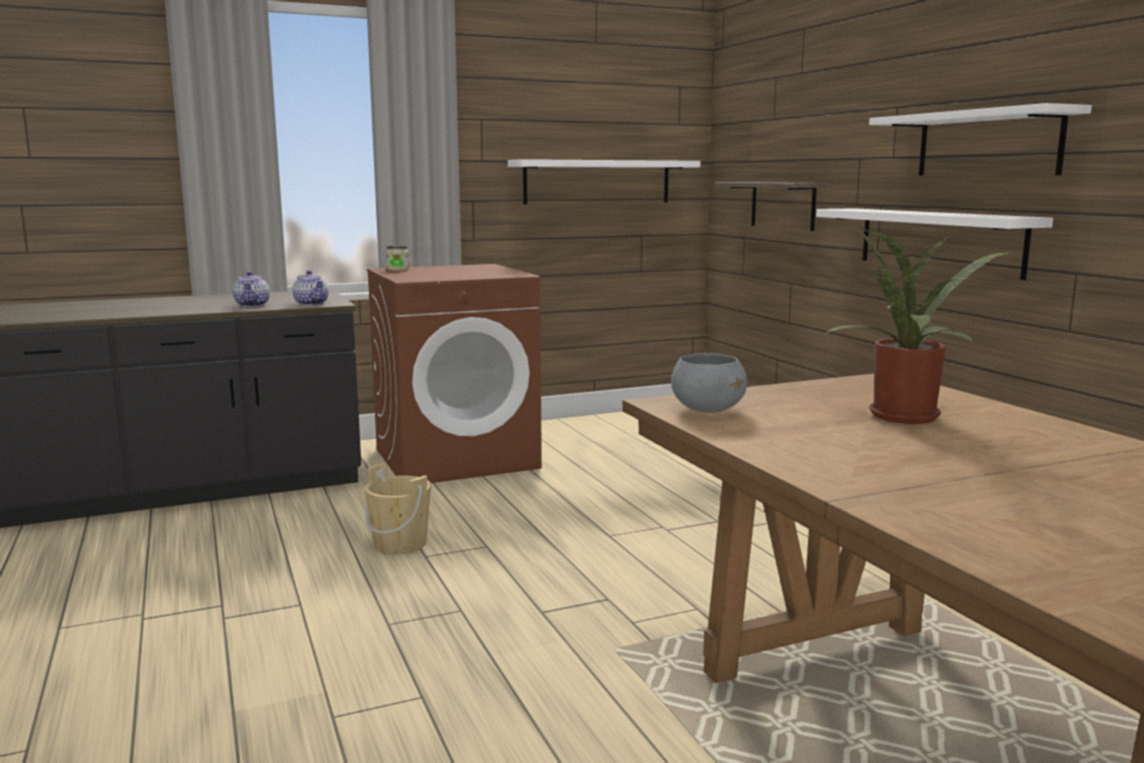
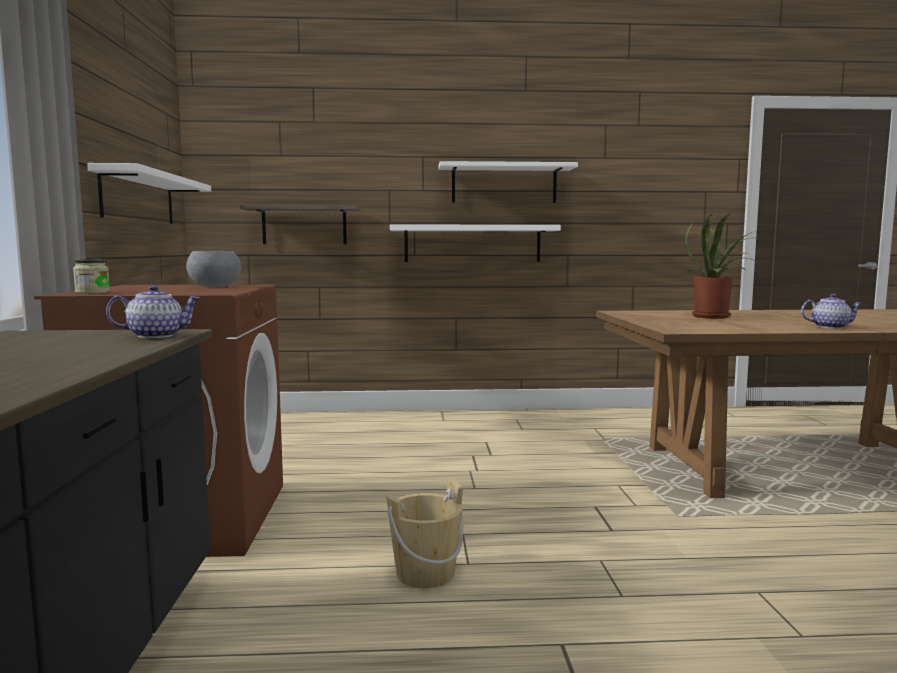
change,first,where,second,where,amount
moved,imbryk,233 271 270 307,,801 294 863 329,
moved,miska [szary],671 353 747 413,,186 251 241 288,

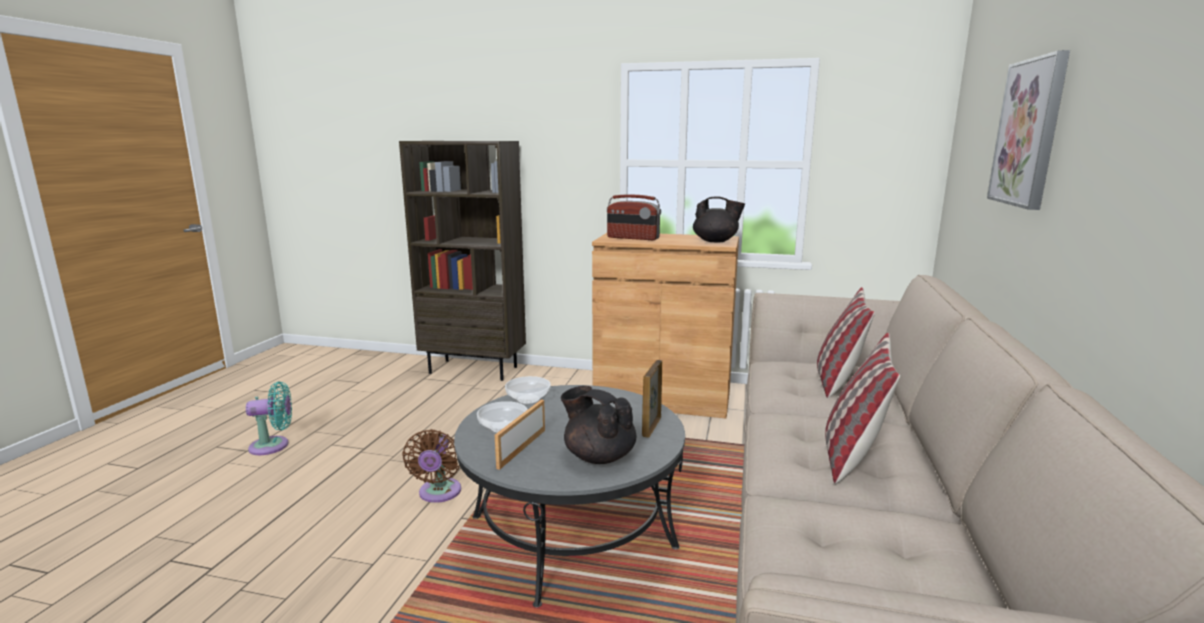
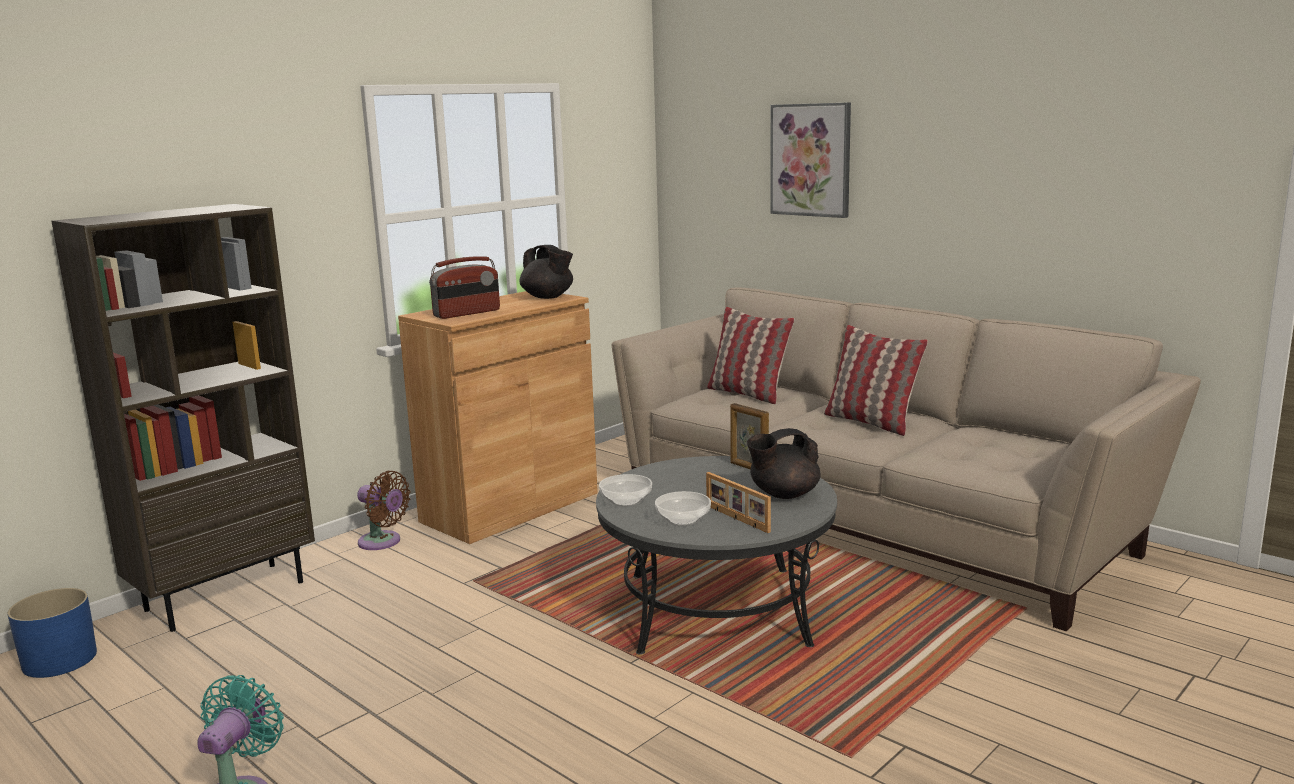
change,first,where,second,where,amount
moved,wentylator [brązowy],402 429 461 503,,357 471 411 550,
turned,imbryk [czarny],693 196 745 243,,519 245 573 299,90 degrees clockwise
added,,,donica [niebieski],7 588 97 678,

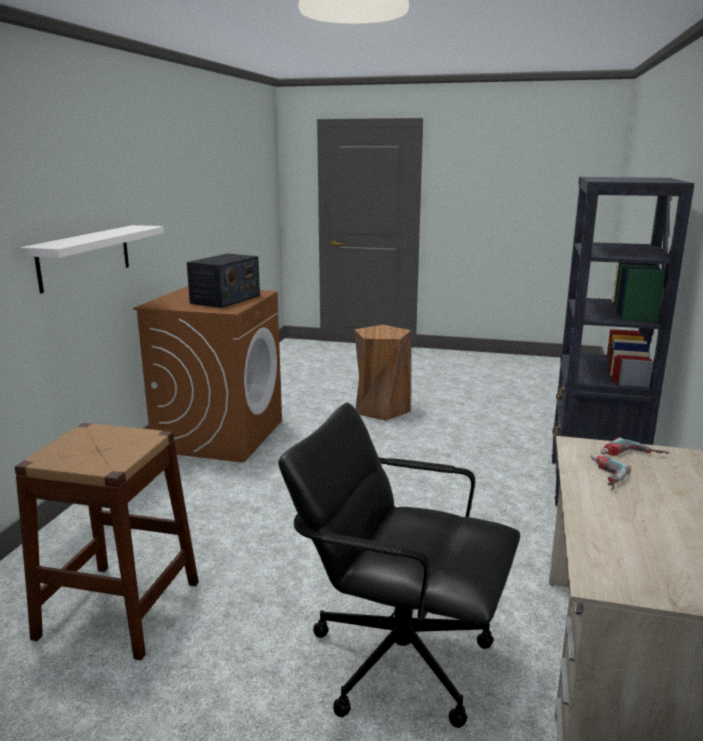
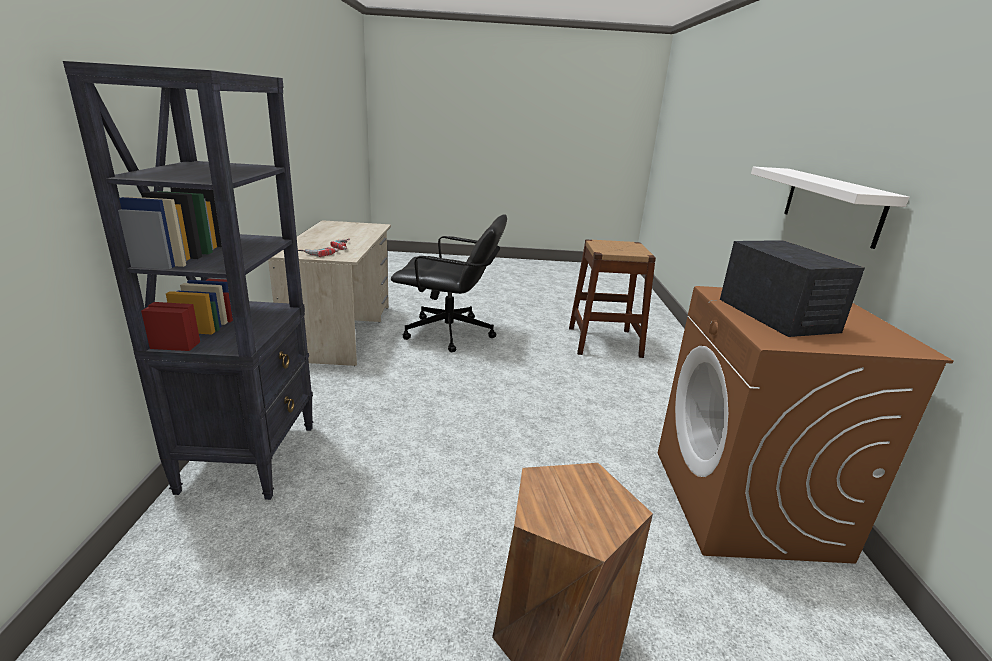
change,first,where,second,where,amount
turned,radio,187 253 260 308,,720 240 865 337,150 degrees clockwise

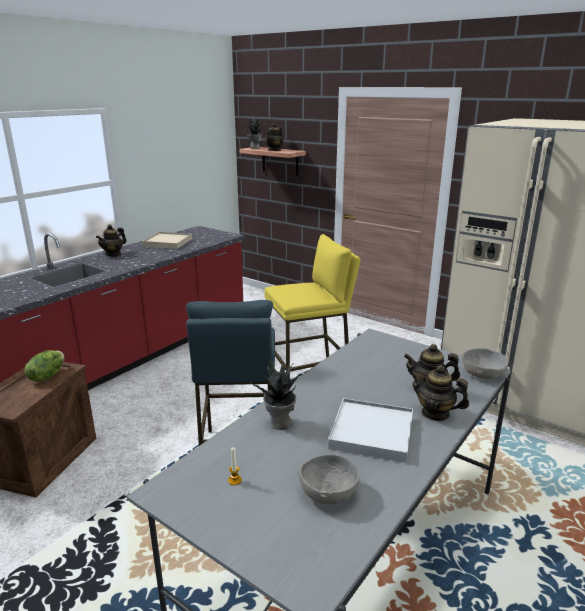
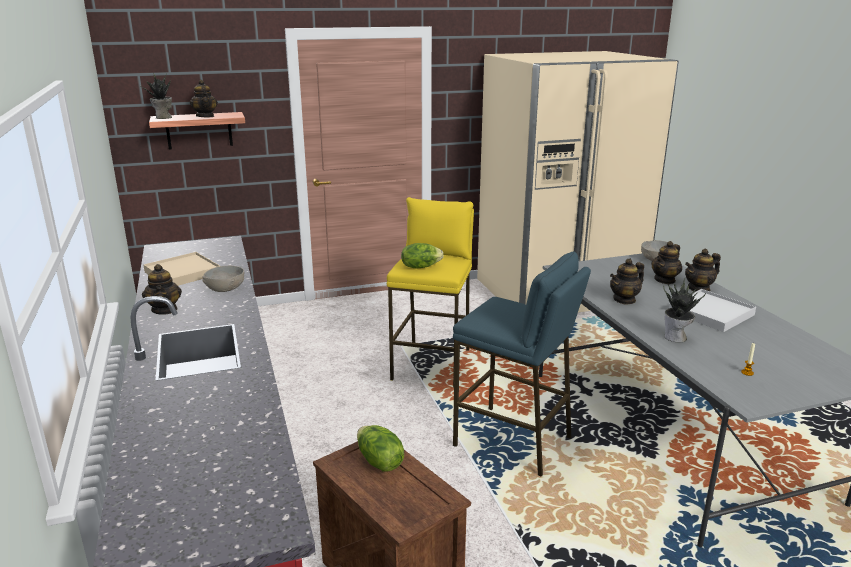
change,first,where,second,where,amount
moved,miska [szary],298 454 360 504,,202 266 244 292,
added,,,sałata,401 243 443 269,
added,,,imbryk,610 258 644 305,

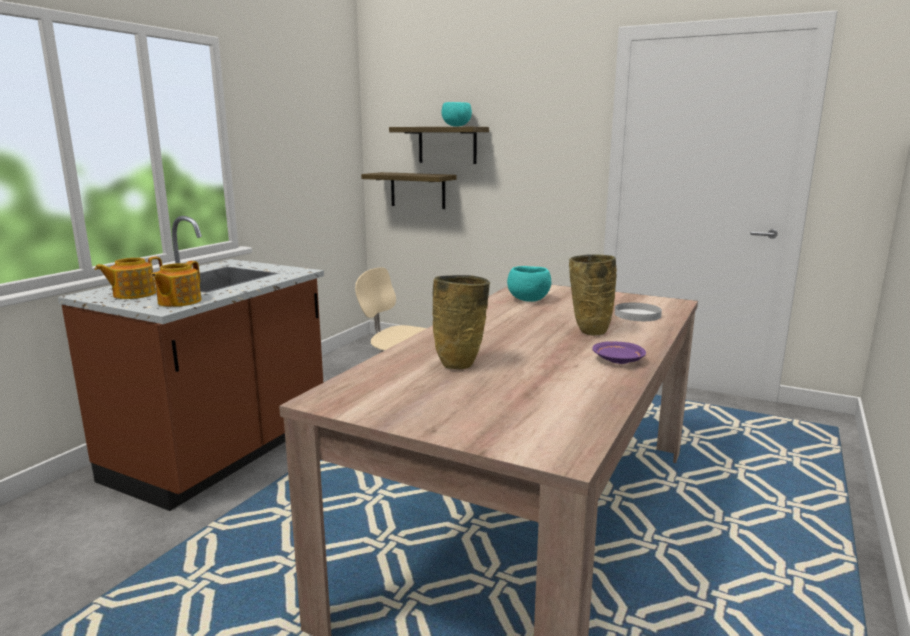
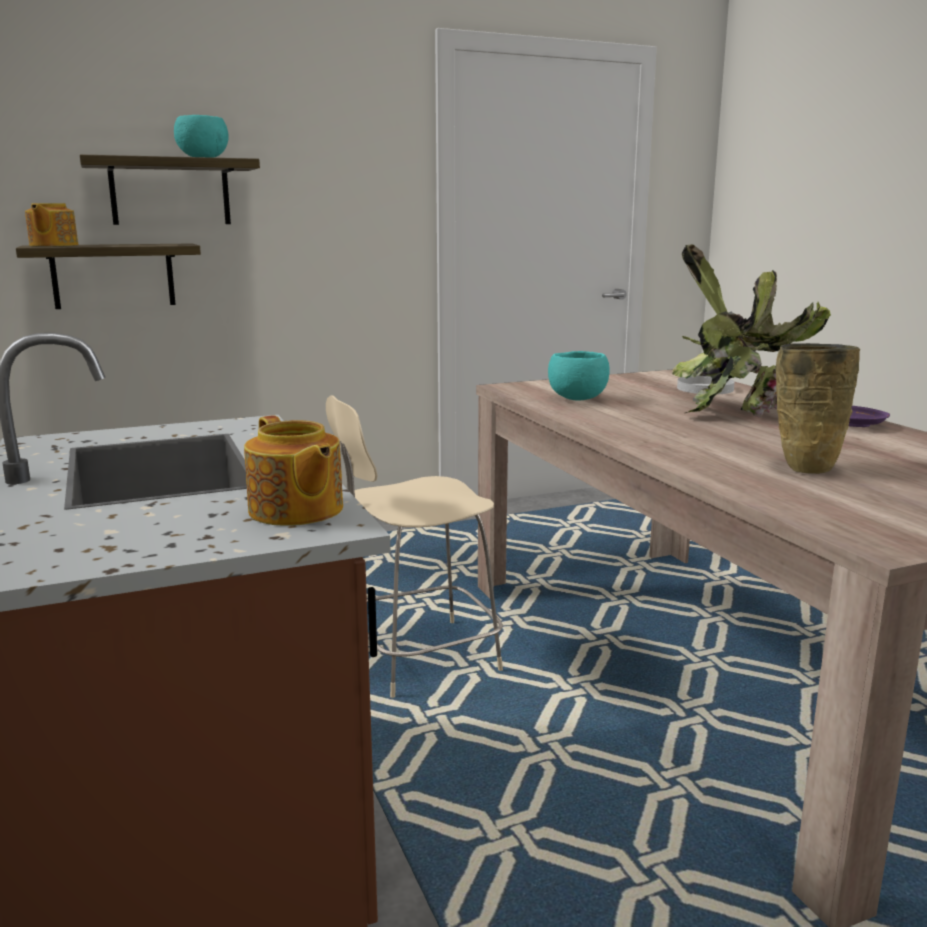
change,first,where,second,where,amount
moved,imbryk,95 257 163 299,,25 203 78 246,
replaced,wazon [beżowy],569 254 617 336,roślina doniczkowa,672 244 831 418,

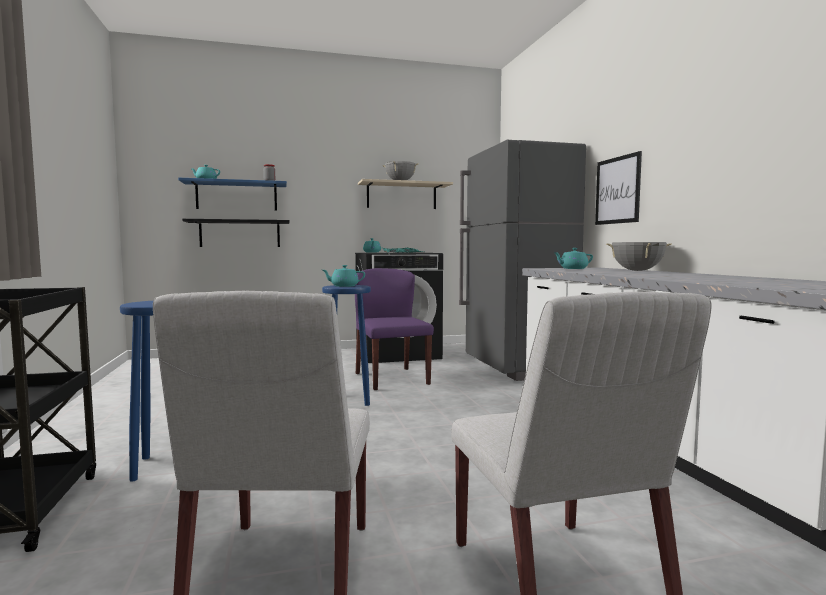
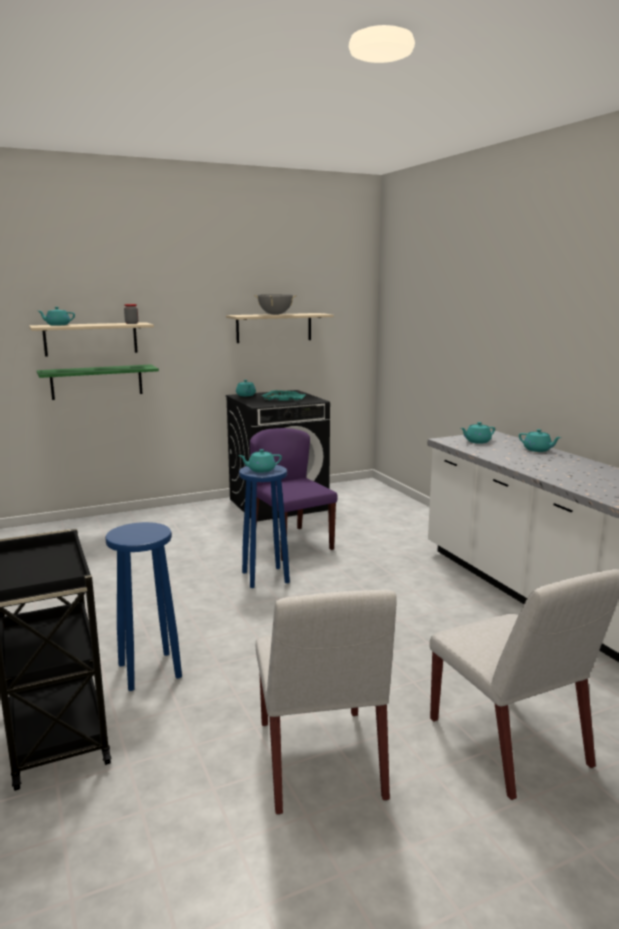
change,first,where,second,where,amount
recoloured,półka [niebieski],178 178 287 210,półka [beżowy],29 322 154 357,
recoloured,półka [czarny],182 219 290 247,półka [zielony],37 364 159 400,
removed,lodówka [szary],459 140 586 381,,,
removed,obraz,595 151 642 225,,,
replaced,garnek [szary],606 242 672 271,imbryk [turkusowy],519 429 562 452,

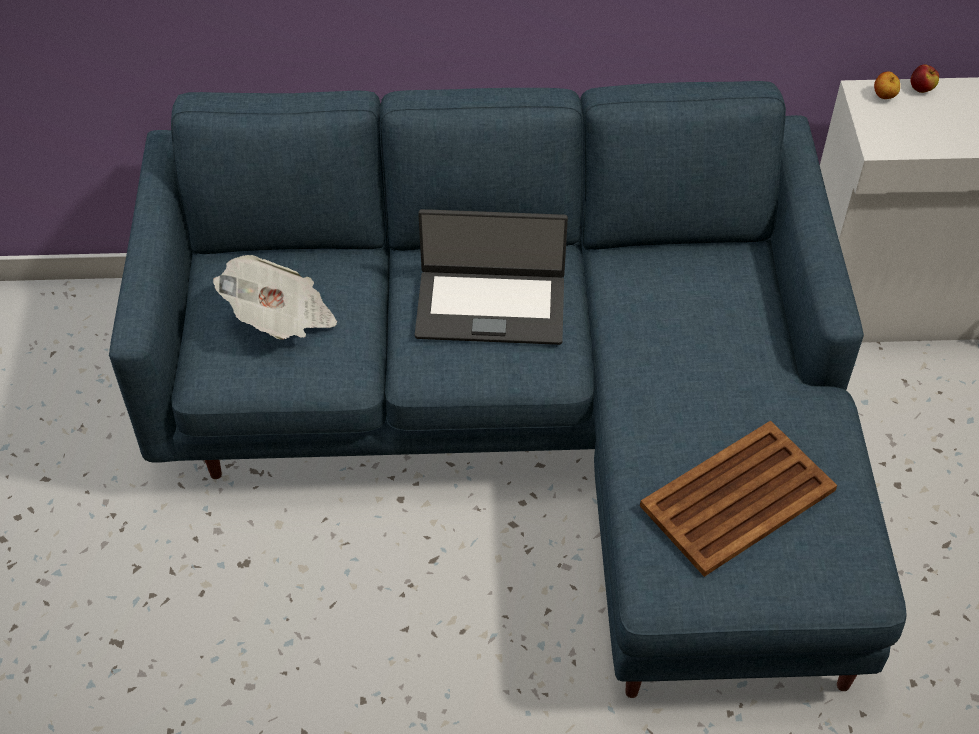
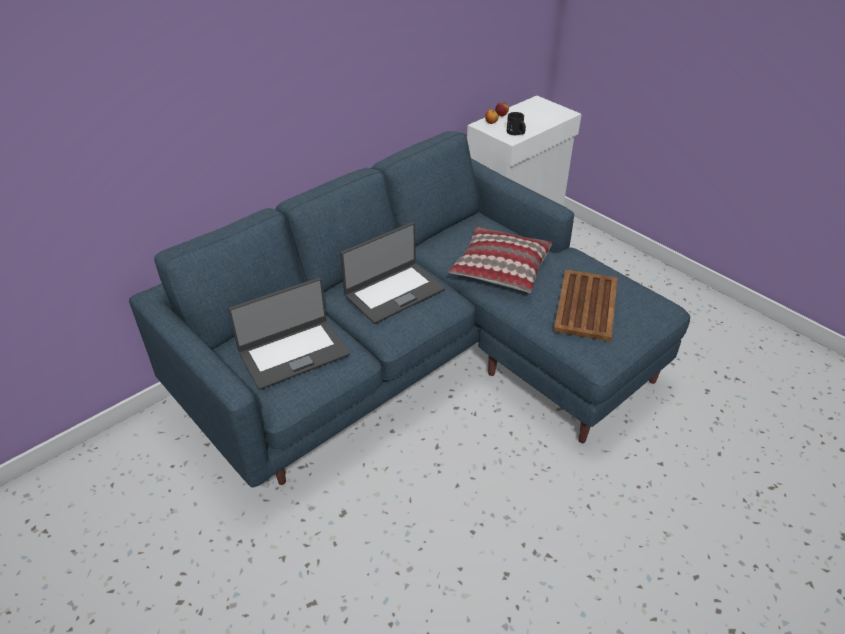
change,first,where,second,where,amount
replaced,gazeta,213 255 337 340,laptop,228 277 349 390,
added,,,poduszka,448 226 552 293,
added,,,kubek [czarny],507 112 526 135,

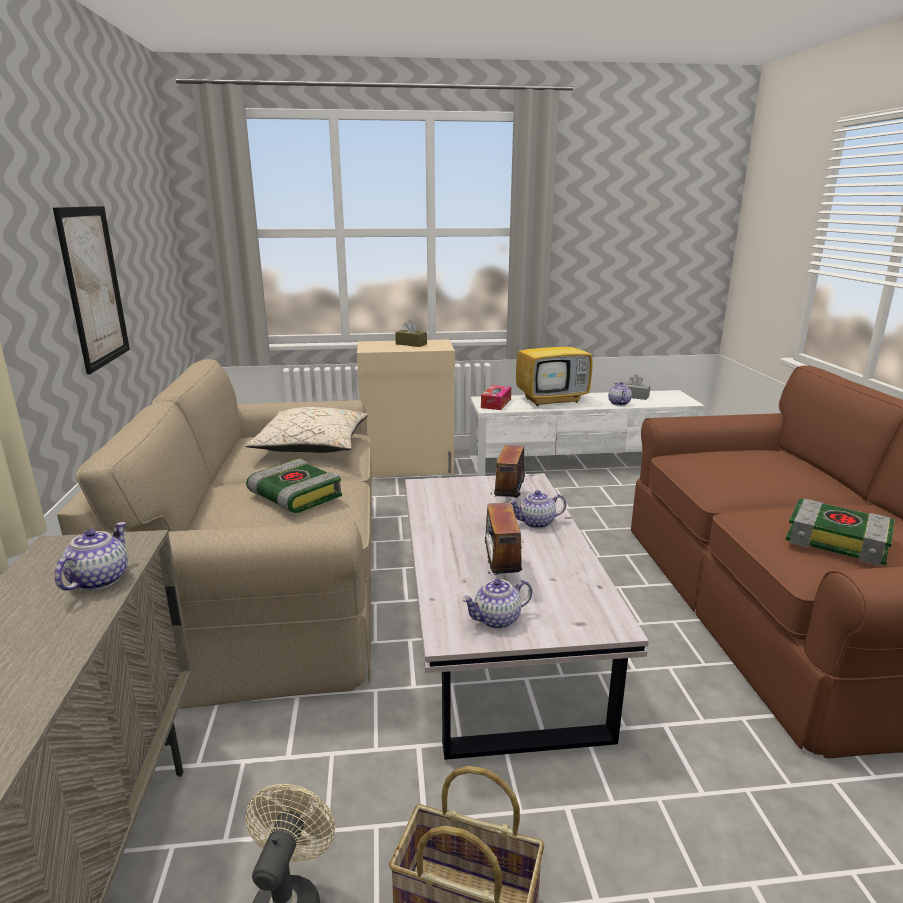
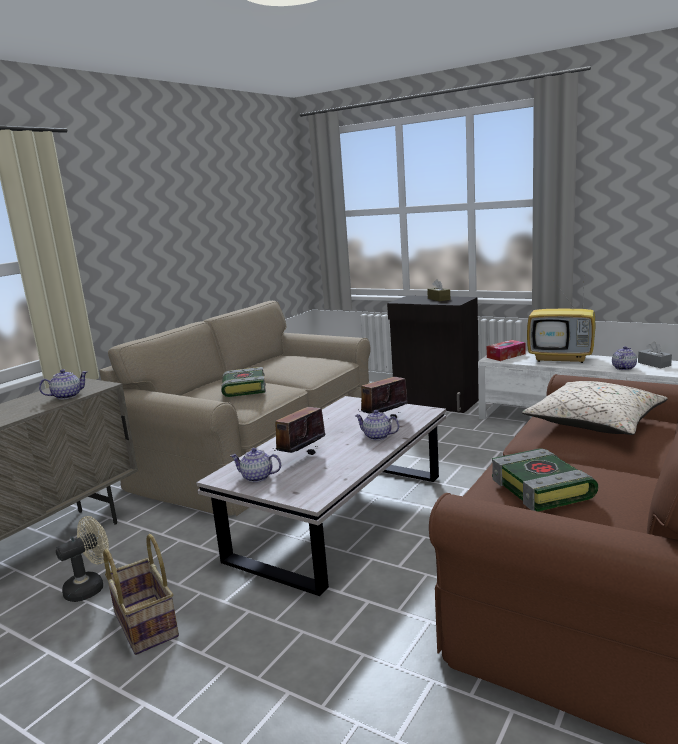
change,first,where,second,where,amount
removed,obraz,53 206 130 374,,,
moved,poduszka [beżowy],245 407 368 453,,522 381 668 435,
recoloured,szafka [beżowy],357 339 455 477,szafka [czarny],387 295 479 413,

